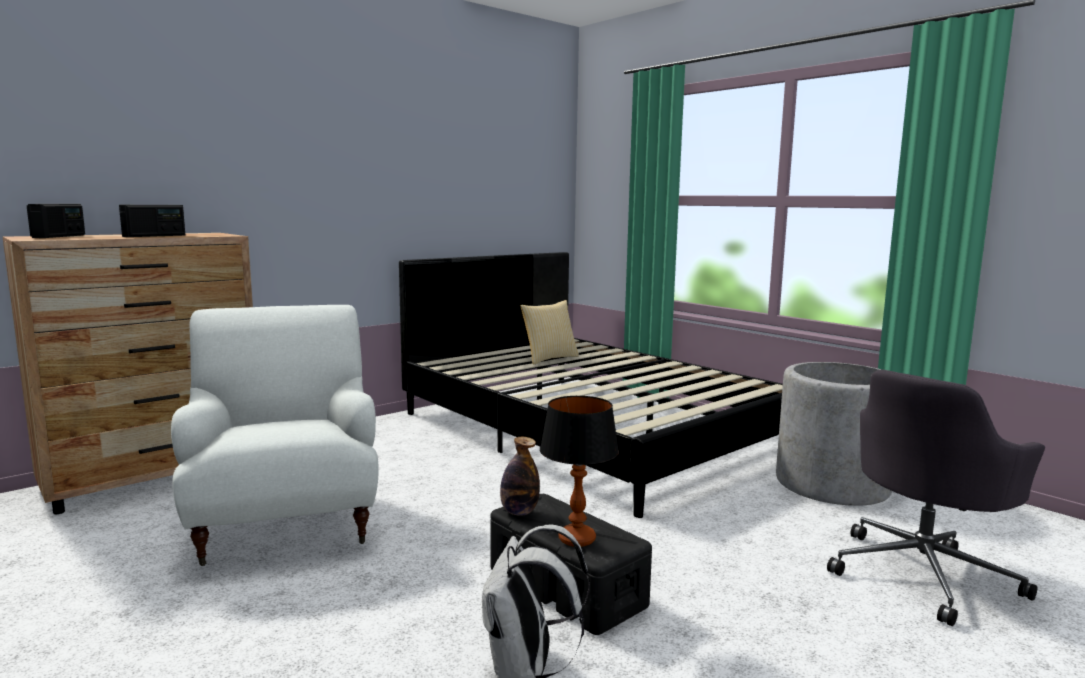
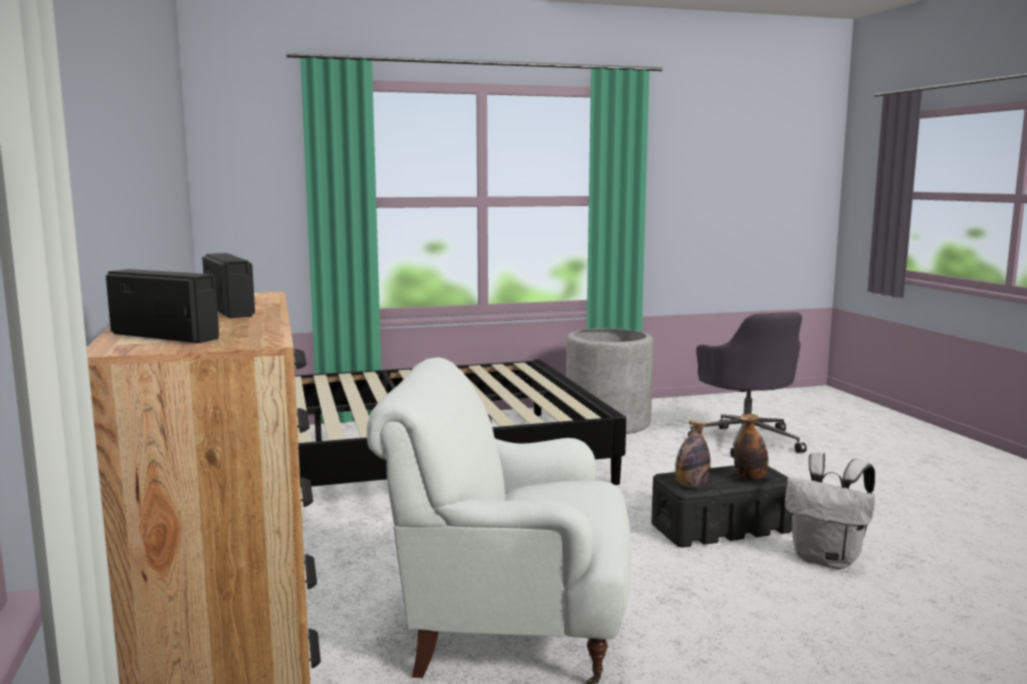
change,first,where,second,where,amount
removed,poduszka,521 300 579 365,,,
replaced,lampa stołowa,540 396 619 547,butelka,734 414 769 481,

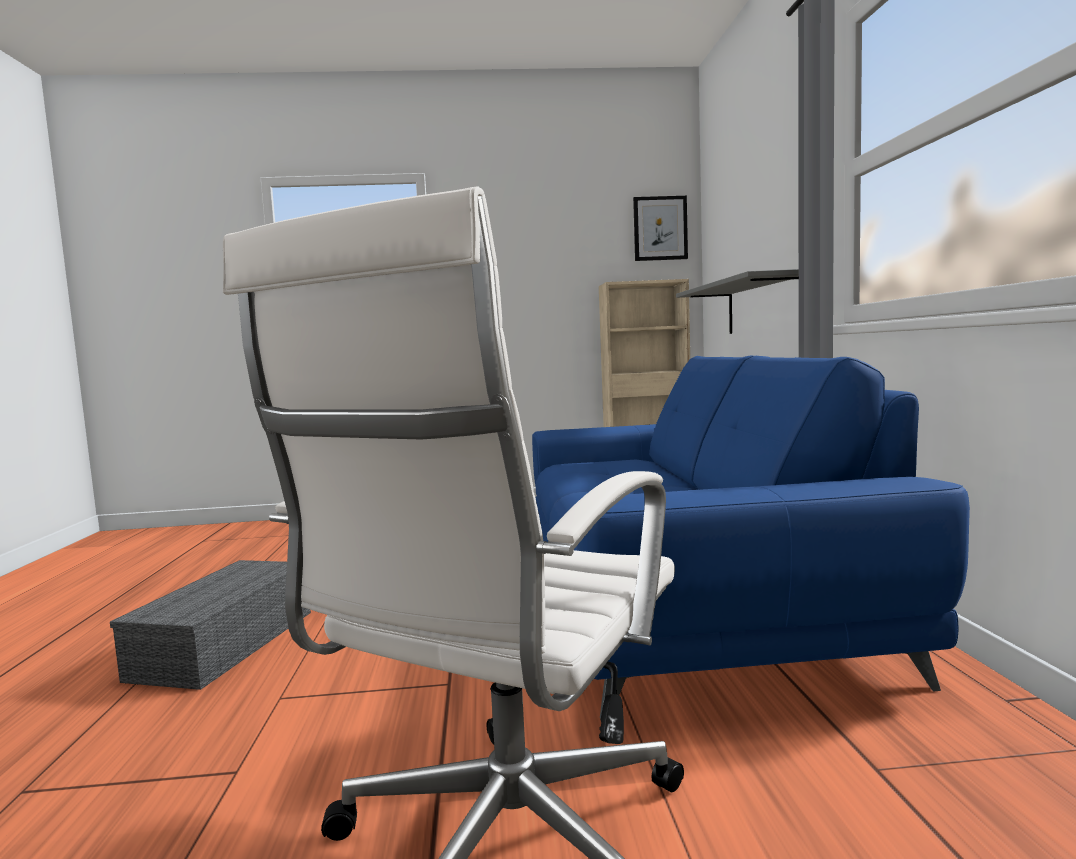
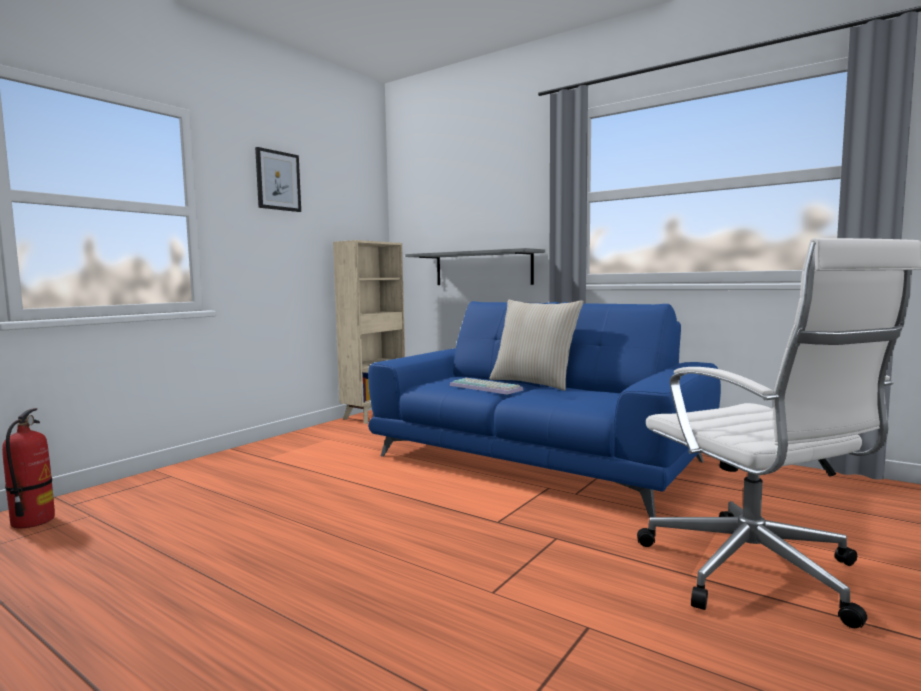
change,first,where,second,where,amount
removed,pojemnik do przechowywania [szary],110 560 311 690,,,
moved,obraz,633 196 688 261,,255 147 301 212,
added,,,gaśnica,2 408 55 529,
added,,,klawiatura,450 378 523 395,
added,,,poduszka [beżowy],489 300 584 391,

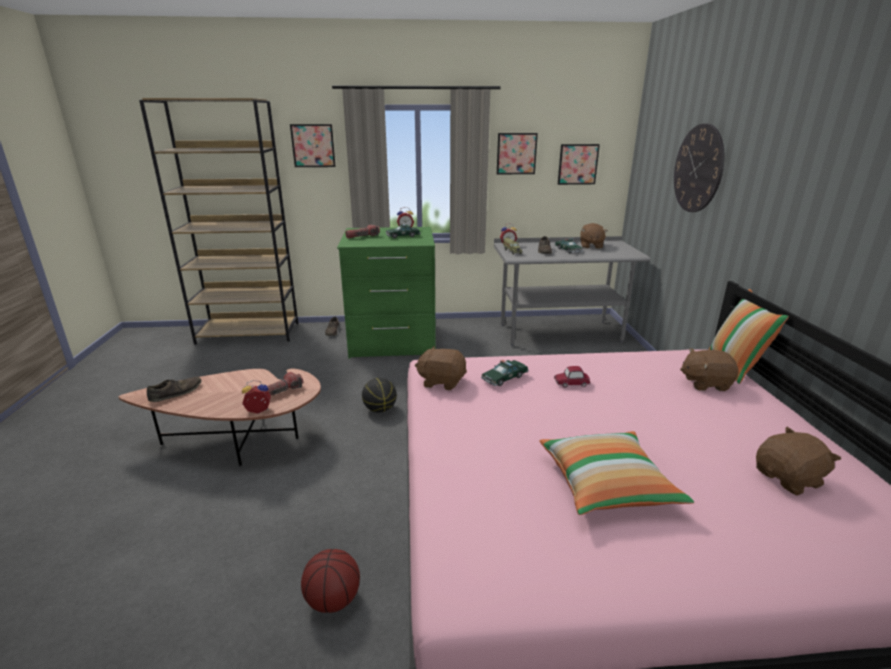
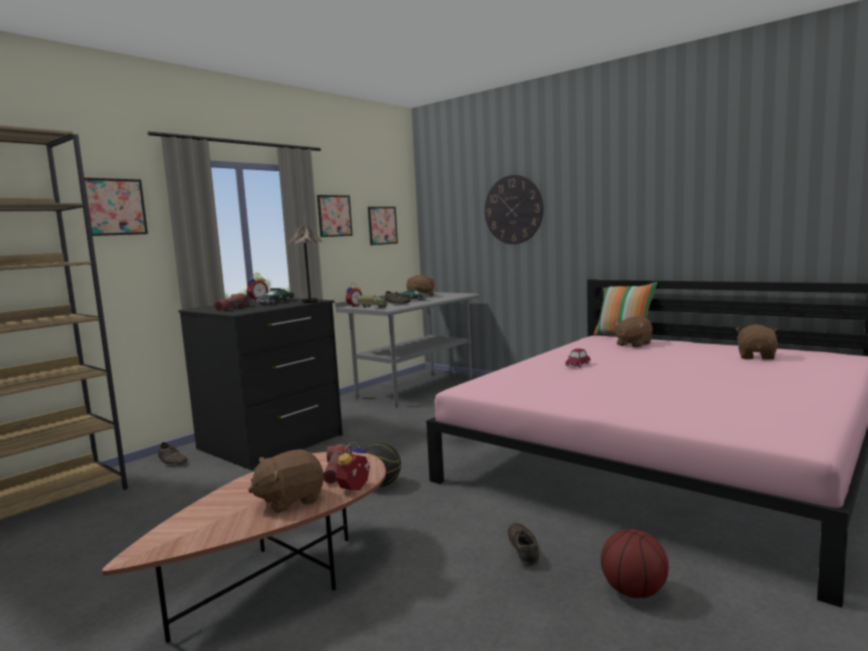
change,first,where,second,where,amount
moved,but [brązowy],147 377 201 402,,508 523 539 566,
recoloured,komoda [zielony],337 227 436 359,komoda [czarny],178 298 343 470,
moved,pluszak [brązowy],415 346 467 390,,248 449 324 513,
removed,samochodzik,481 360 529 386,,,
removed,poduszka,539 431 694 515,,,
added,,,lampa stołowa,287 227 322 303,

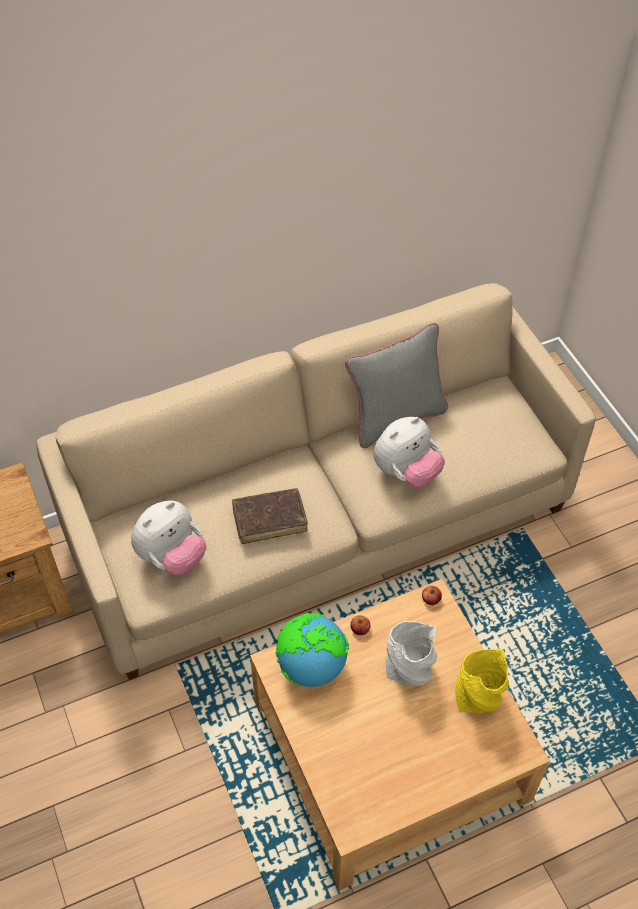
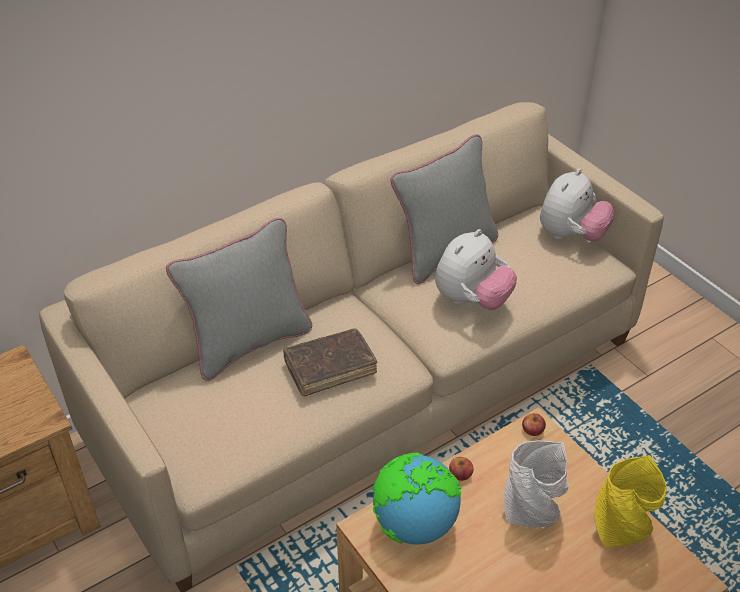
change,first,where,second,where,amount
moved,pluszak,131 500 206 575,,540 168 614 242,
added,,,poduszka [szary],166 218 312 381,

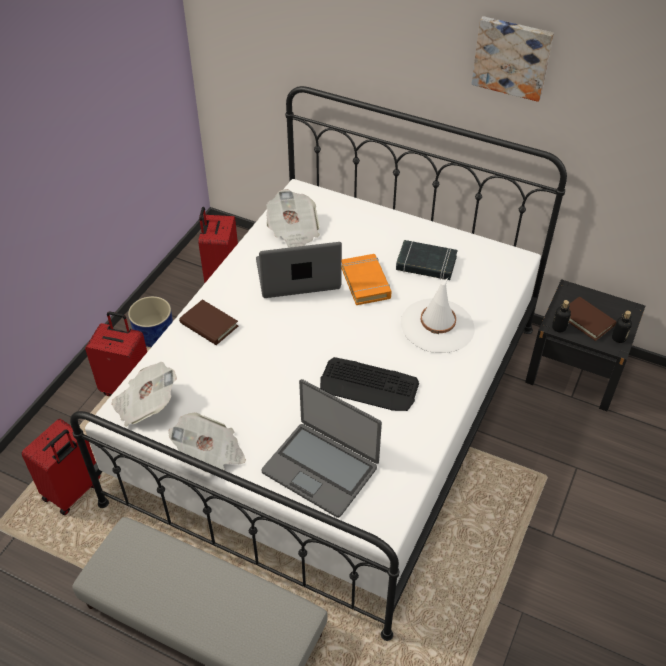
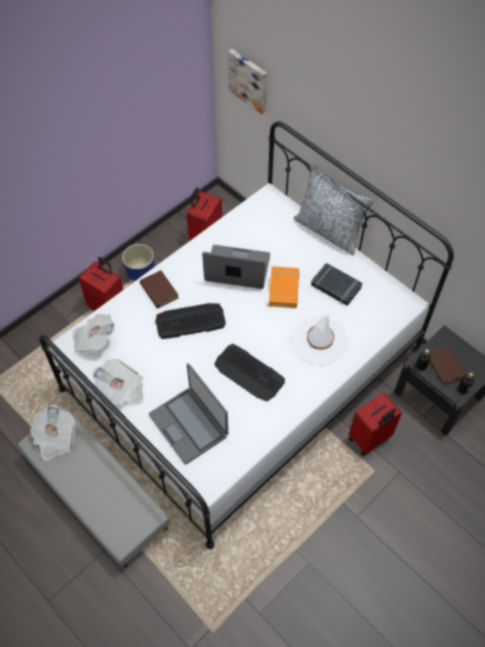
change,first,where,second,where,amount
moved,walizka [czerwony],22 419 100 515,,349 393 402 456,
moved,gazeta,266 189 320 248,,30 405 76 461,
moved,obraz,472 16 554 102,,228 49 267 114,
added,,,klawiatura,155 303 226 339,
added,,,poduszka,294 163 374 255,

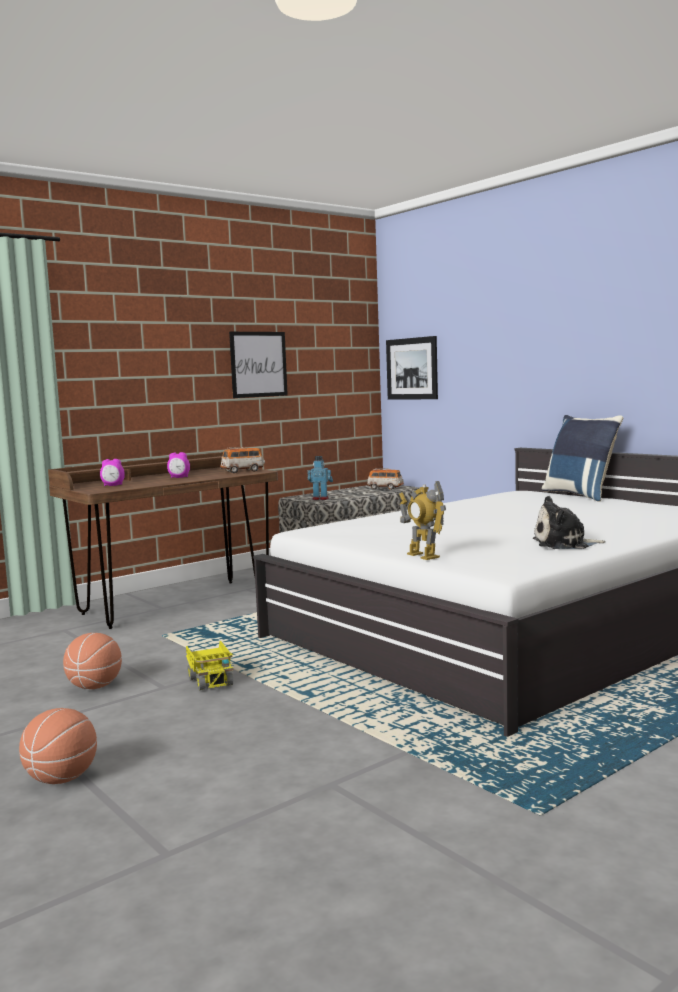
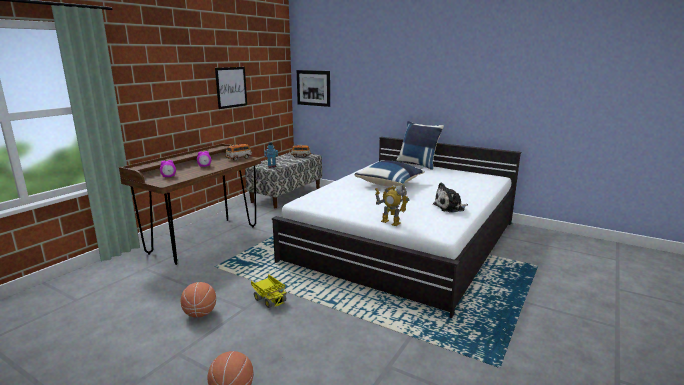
change,first,where,second,where,amount
added,,,poduszka [niebieski],354 161 425 187,

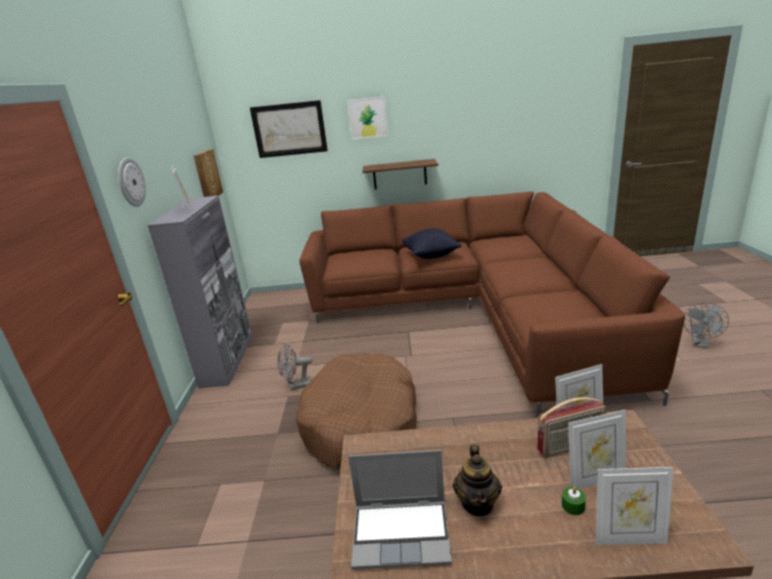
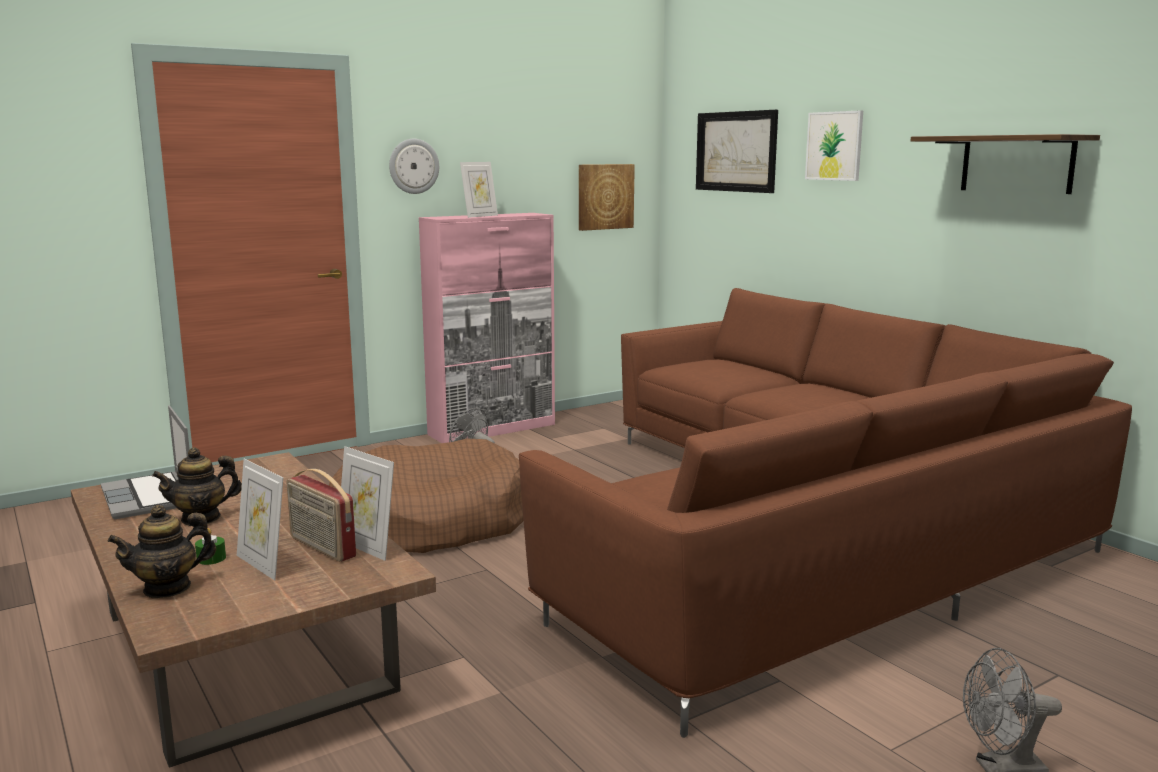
change,first,where,second,where,amount
recoloured,szafka [szary],148 195 253 388,szafka [różowy],419 213 555 443,
moved,półka,362 159 438 189,,911 134 1100 194,
removed,poduszka [czarny],402 229 461 259,,,
replaced,ramka na zdjęcie,595 467 674 545,imbryk,107 505 216 598,

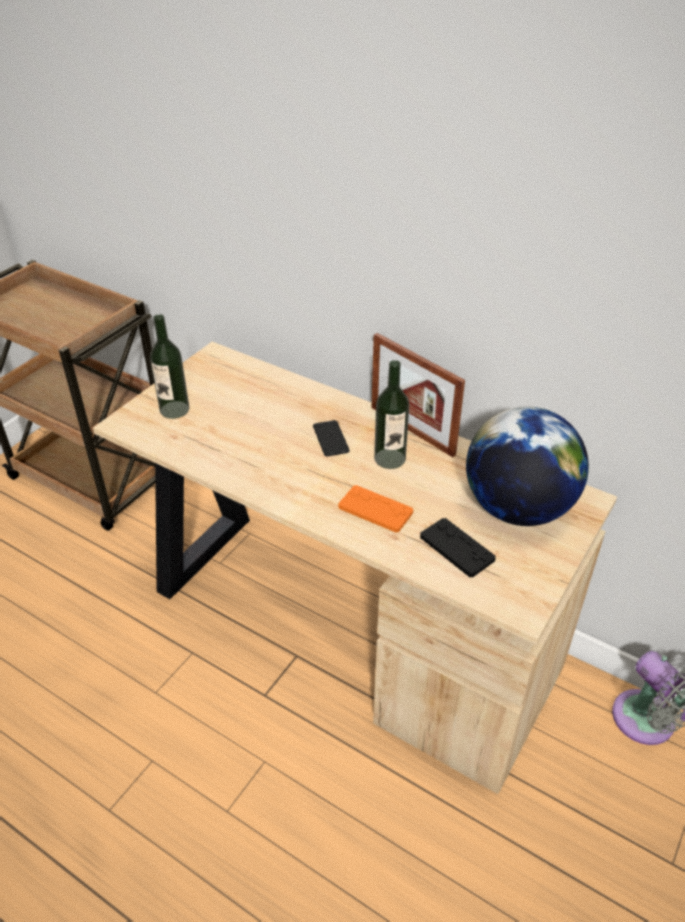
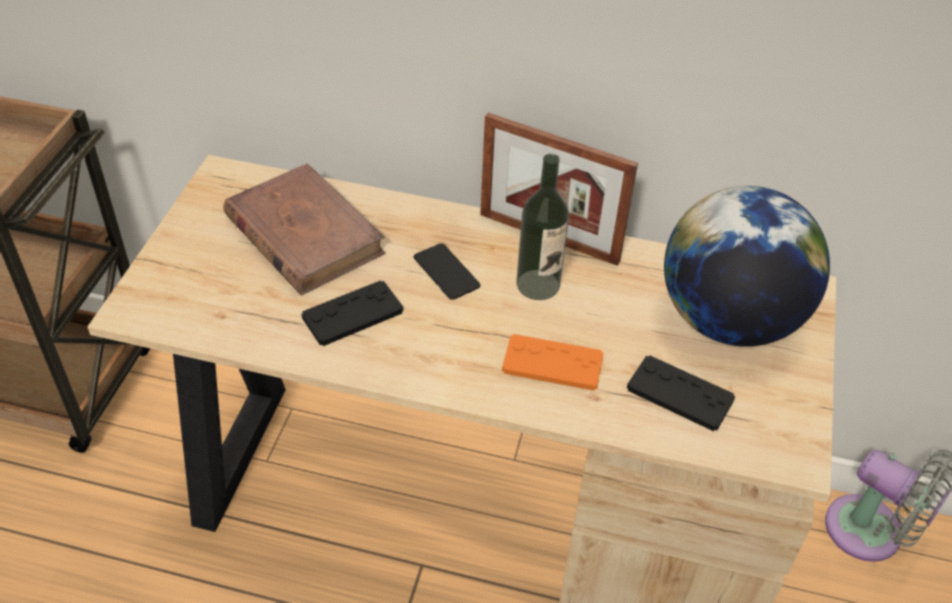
change,first,where,second,where,amount
removed,butelka,150 314 189 419,,,
added,,,książka [brązowy],223 164 385 296,
added,,,pad do gier [czarny],302 280 403 346,

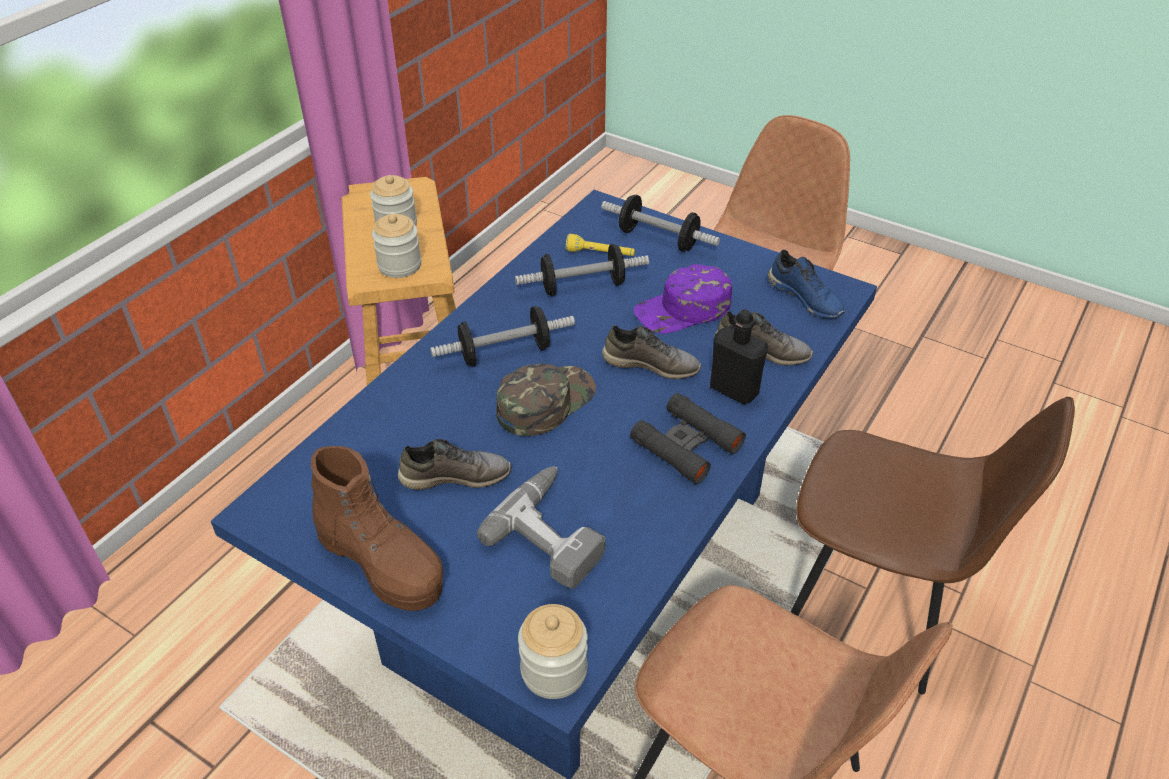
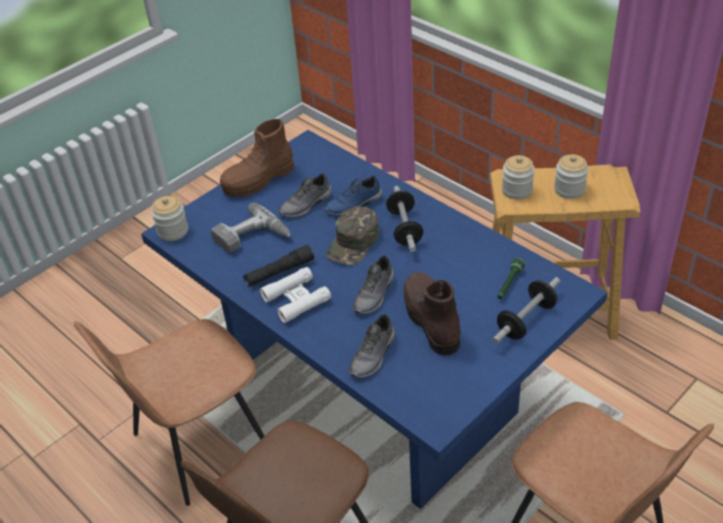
change,first,where,second,where,amount
turned,but [szary],398 439 511 490,,279 173 332 217,45 degrees clockwise
turned,czapka z daszkiem [zielony],496 363 596 436,,326 206 379 265,60 degrees clockwise
removed,hantel,515 244 649 296,,,
recoloured,latarka [żółty],566 234 635 256,latarka [zielony],497 258 525 299,
recoloured,lornetka [czarny],630 393 746 484,lornetka [biały],260 267 331 323,
replaced,czapka z daszkiem [fioletowy],634 264 732 334,but z cholewką [brązowy],403 272 461 355,
removed,butelka [czarny],710 309 768 404,,,
moved,but [niebieski],768 249 845 318,,325 176 382 216,
added,,,latarka [czarny],243 245 314 287,

